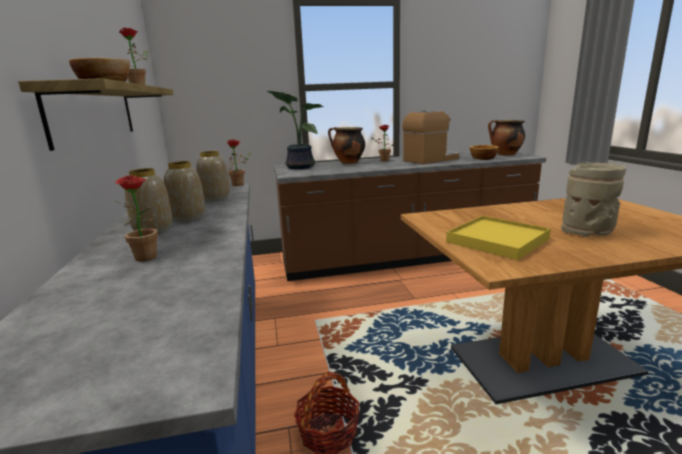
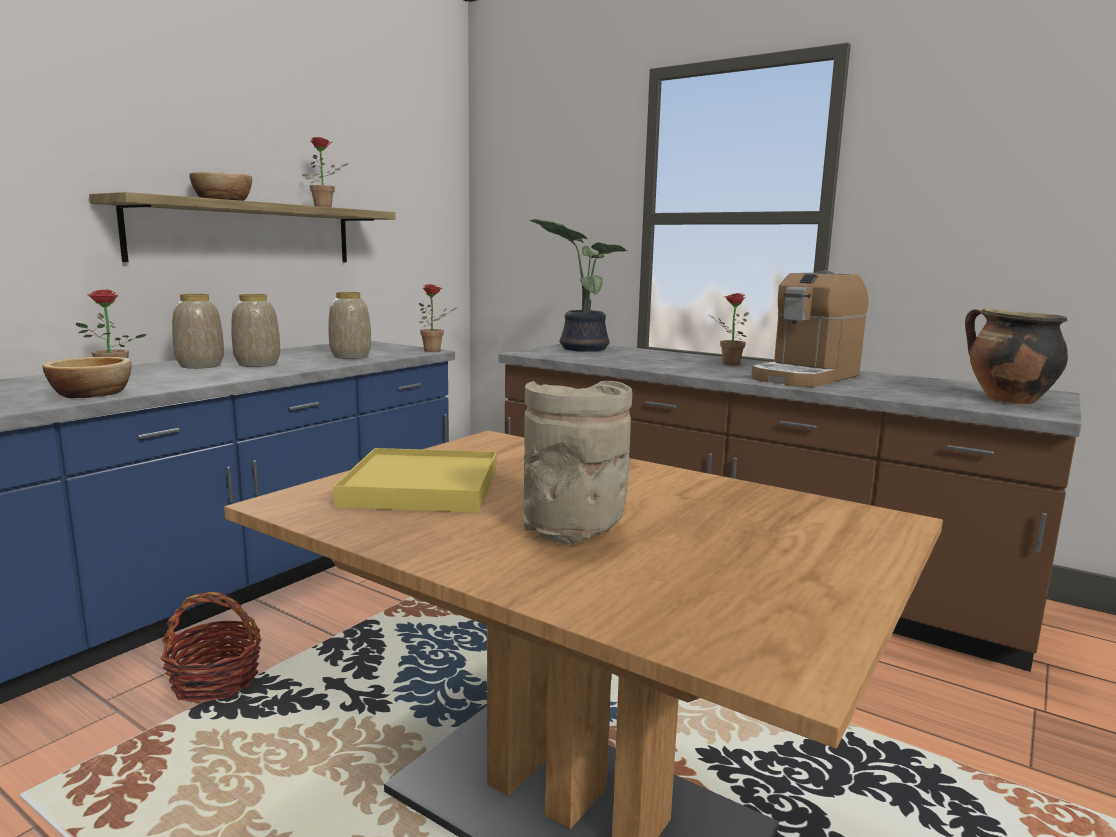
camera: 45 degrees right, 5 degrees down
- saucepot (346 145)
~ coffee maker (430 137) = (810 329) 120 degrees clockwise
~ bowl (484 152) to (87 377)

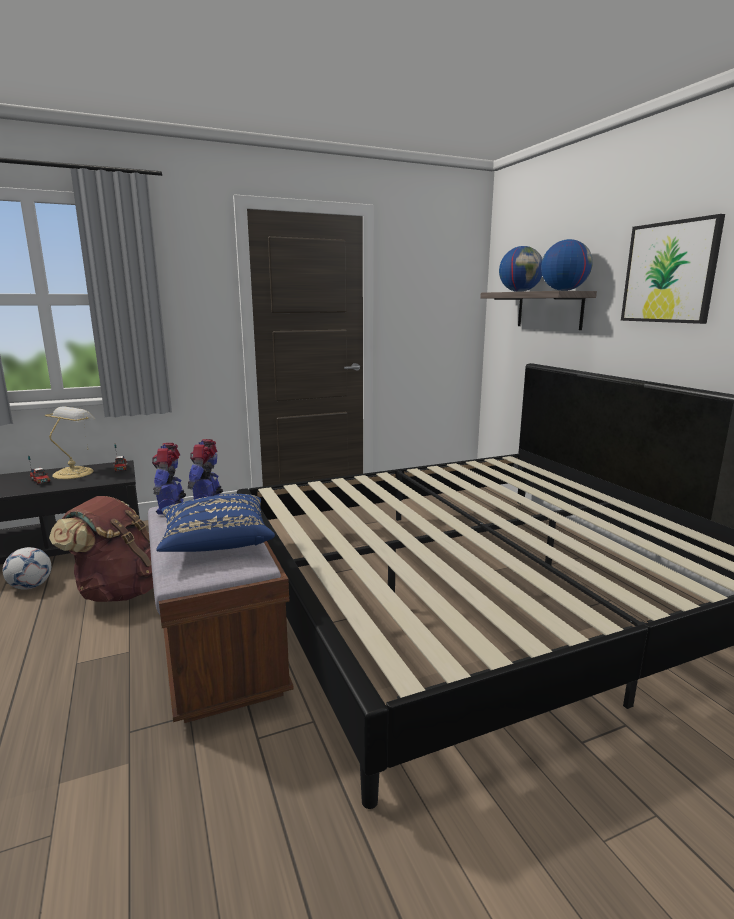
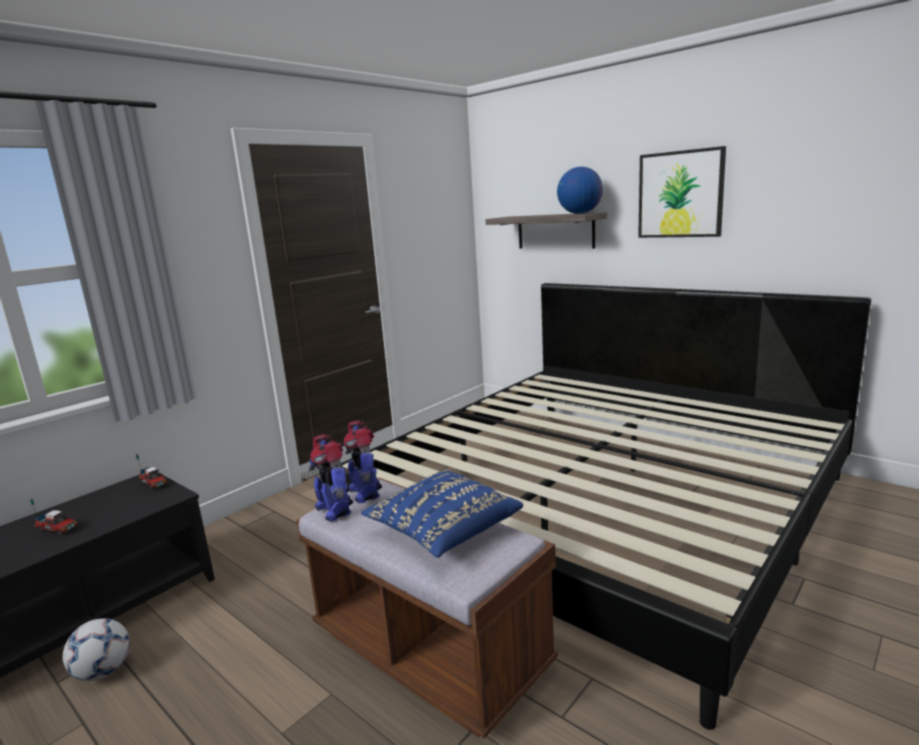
camera: 25 degrees left, 0 degrees up
- table lamp (70 442)
- rucksack in brownish (101 549)
- globe (521 269)

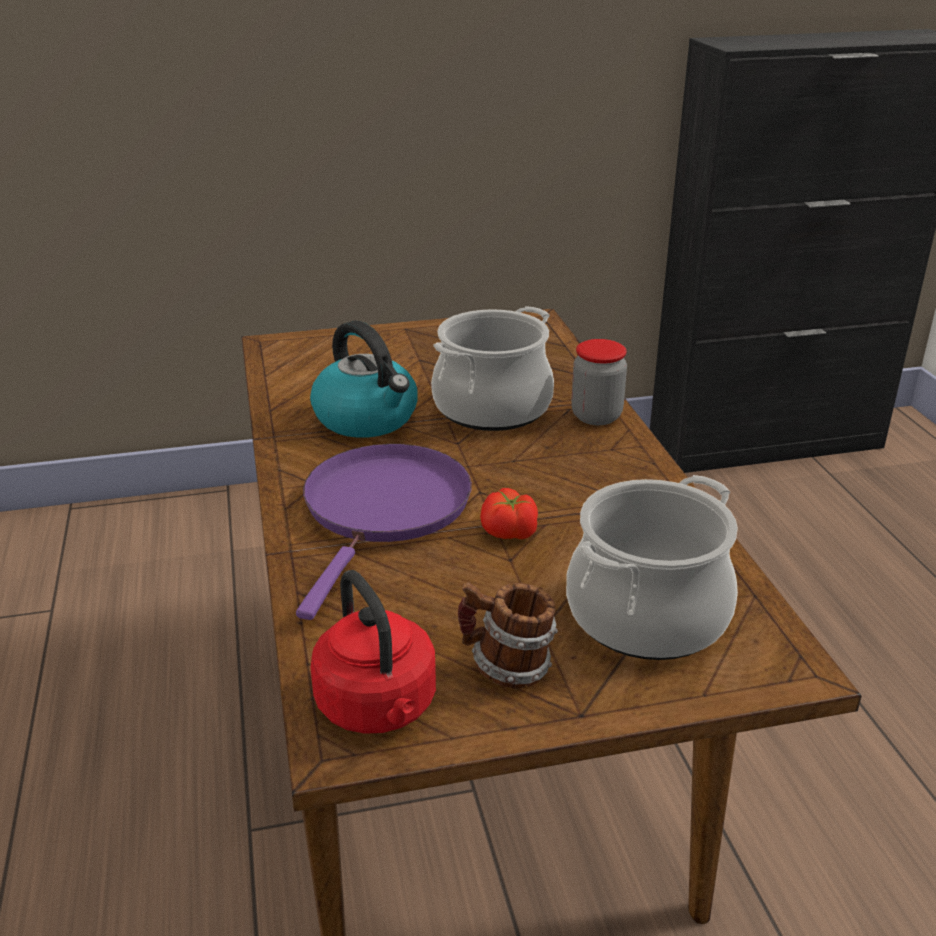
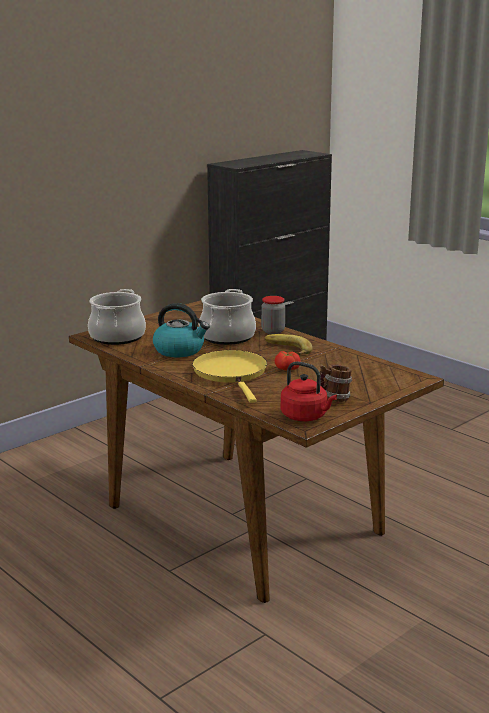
camera: 30 degrees left, 10 degrees down
~ pan in purple-coloured (384 532) to pan in yellow-coloured (229 376)
~ saucepot (652 567) to (117 317)
+ banana fruit (289 344)

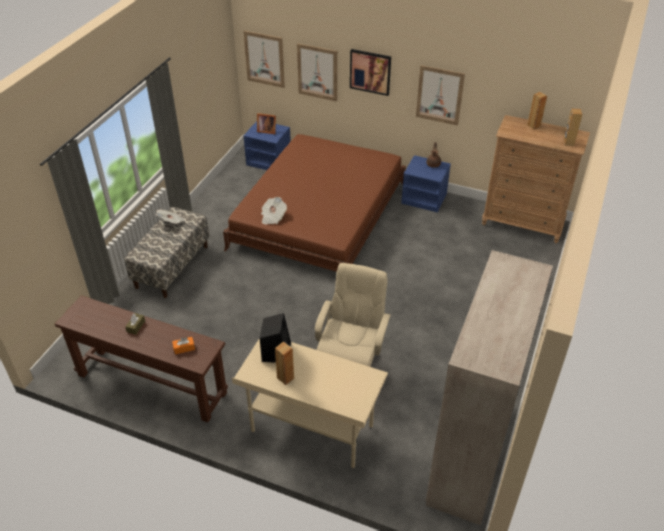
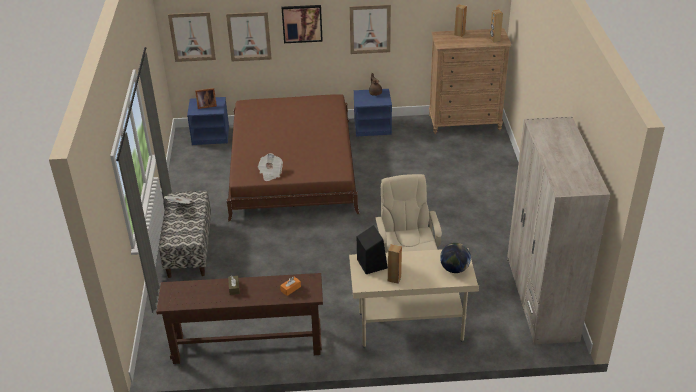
camera: 25 degrees left, 5 degrees down
+ globe (455 258)

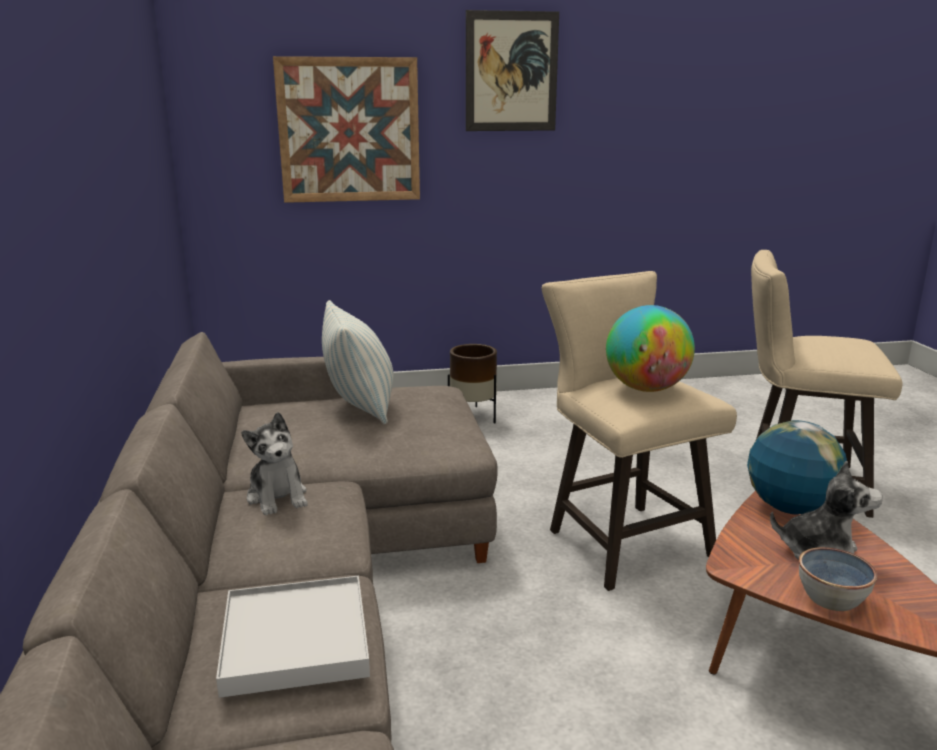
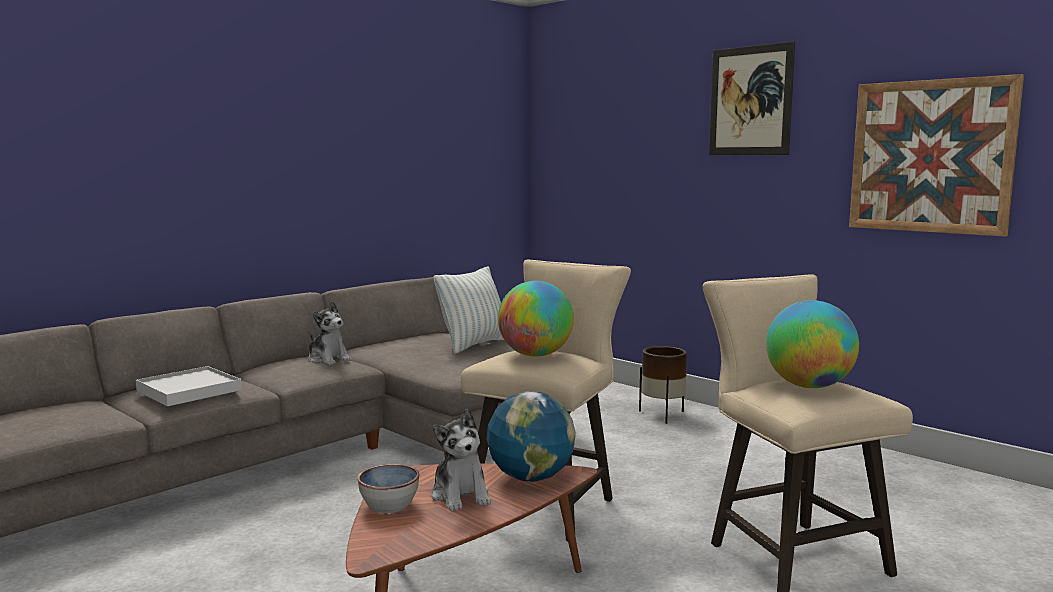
camera: 55 degrees right, 10 degrees down
~ soft toy (274 463) = (330 333) 75 degrees counterclockwise
~ picture (346 129) to (936 155)
+ globe (812 344)

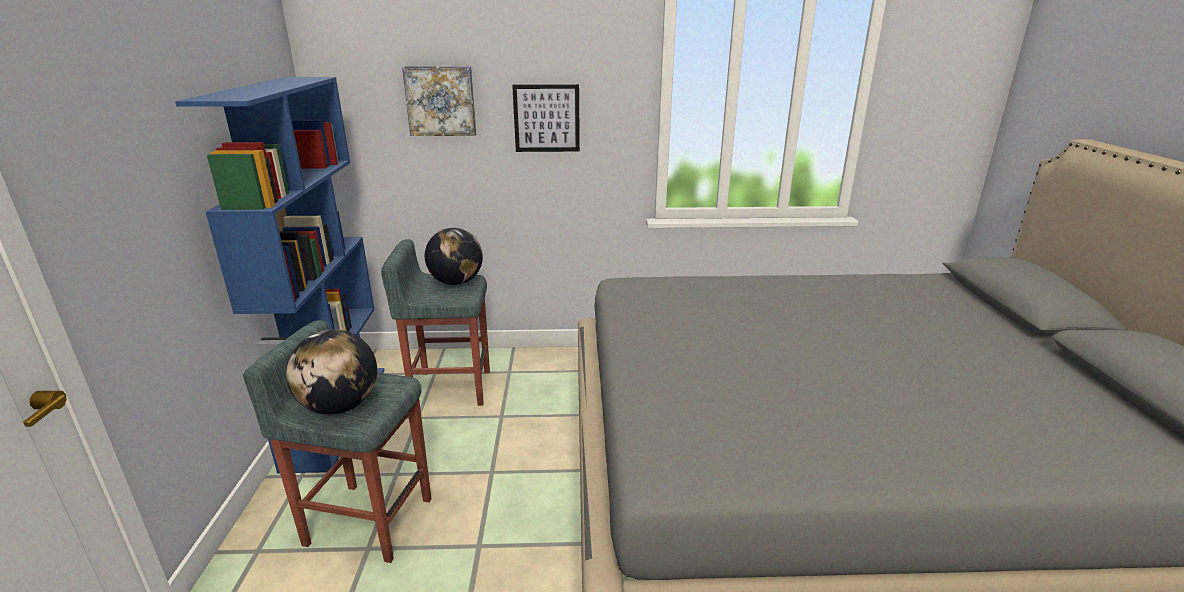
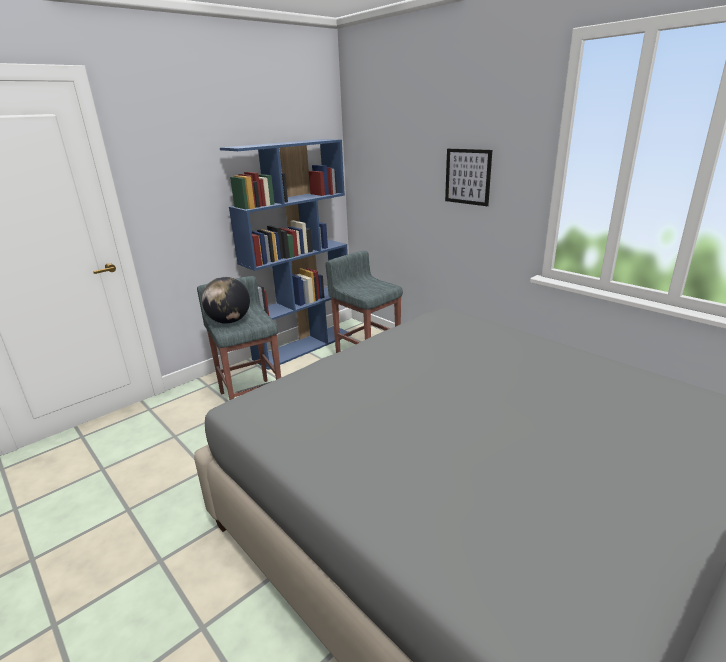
camera: 50 degrees right, 0 degrees up
- picture (439 101)
- globe (454 256)

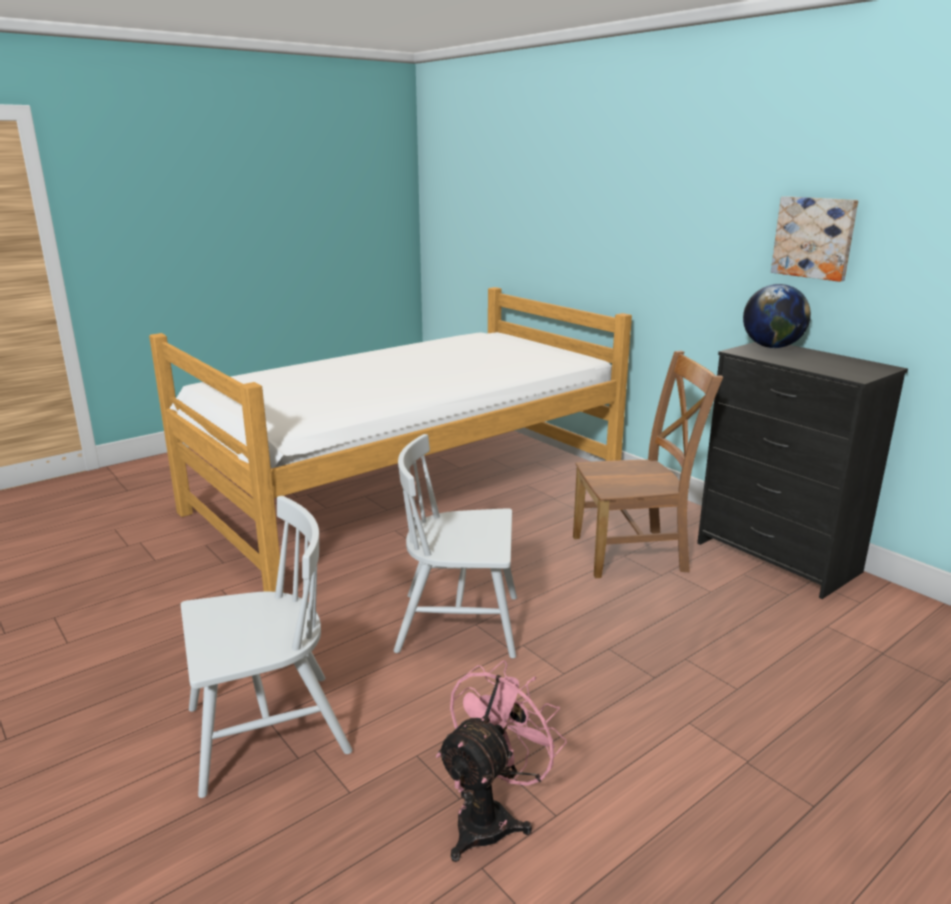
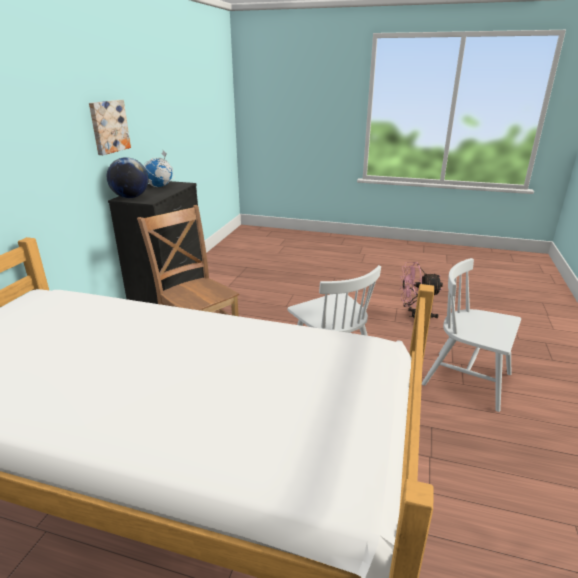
camera: 125 degrees left, 5 degrees up
+ globe (159 168)

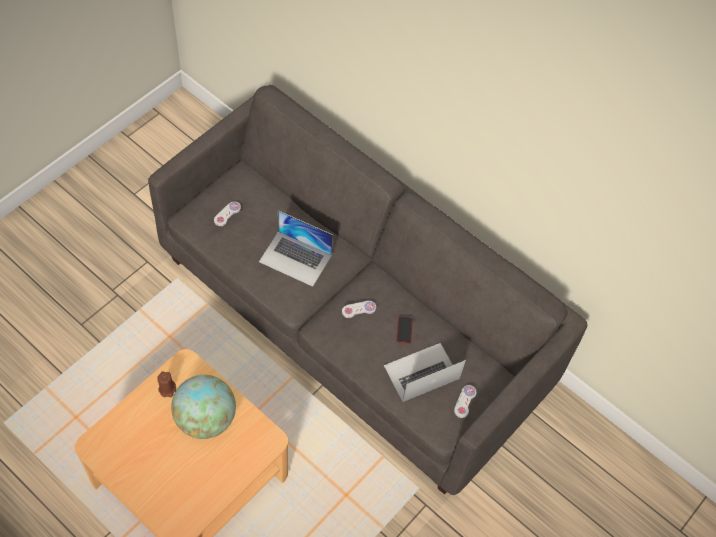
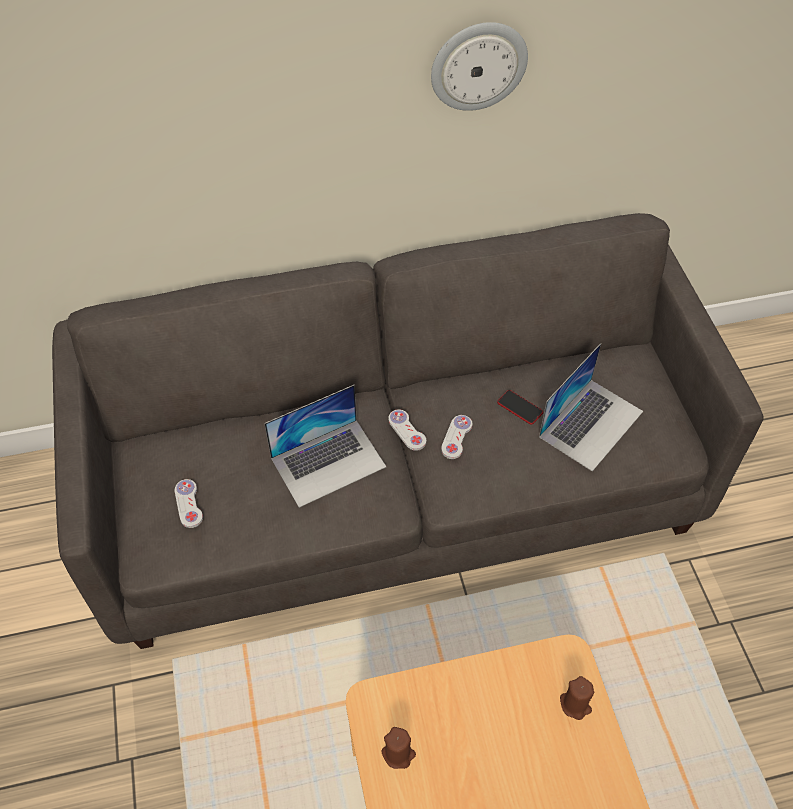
camera: 50 degrees left, 5 degrees down
- globe (203 407)
~ laptop (425 372) = (591 407) 150 degrees counterclockwise
~ game controller in white-coloured (465 401) to (407 430)
+ wall clock (479 66)
+ candle in brownish (577 698)

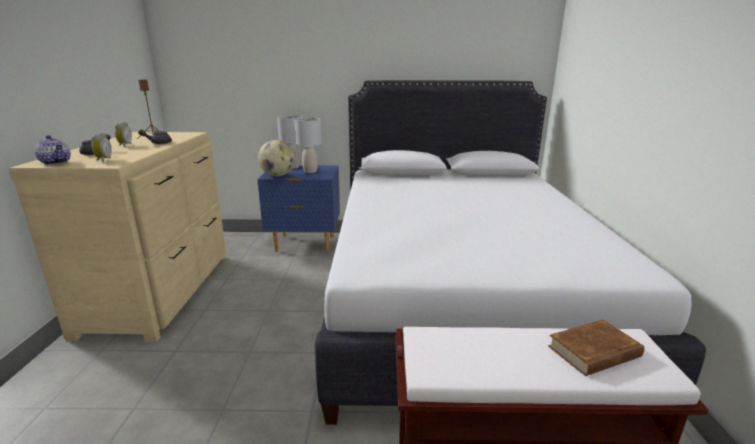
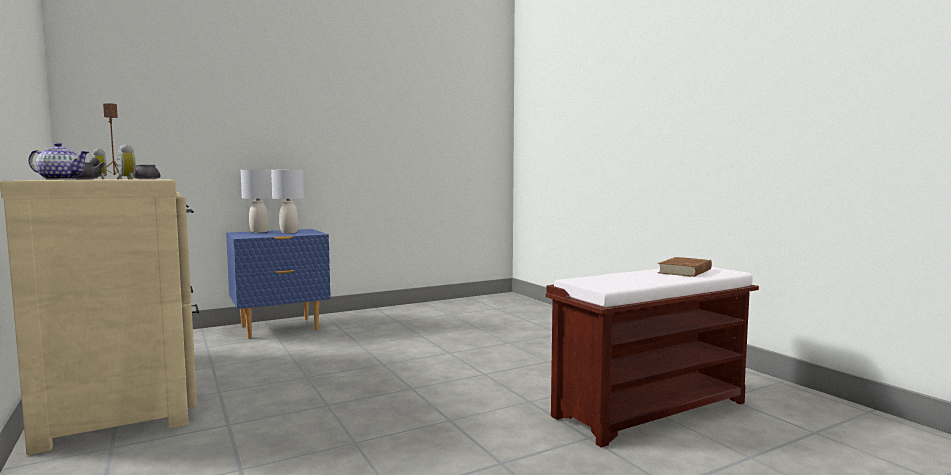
camera: 30 degrees left, 15 degrees down
- globe (276 158)
- sleeping bed in white-coloured (510 252)

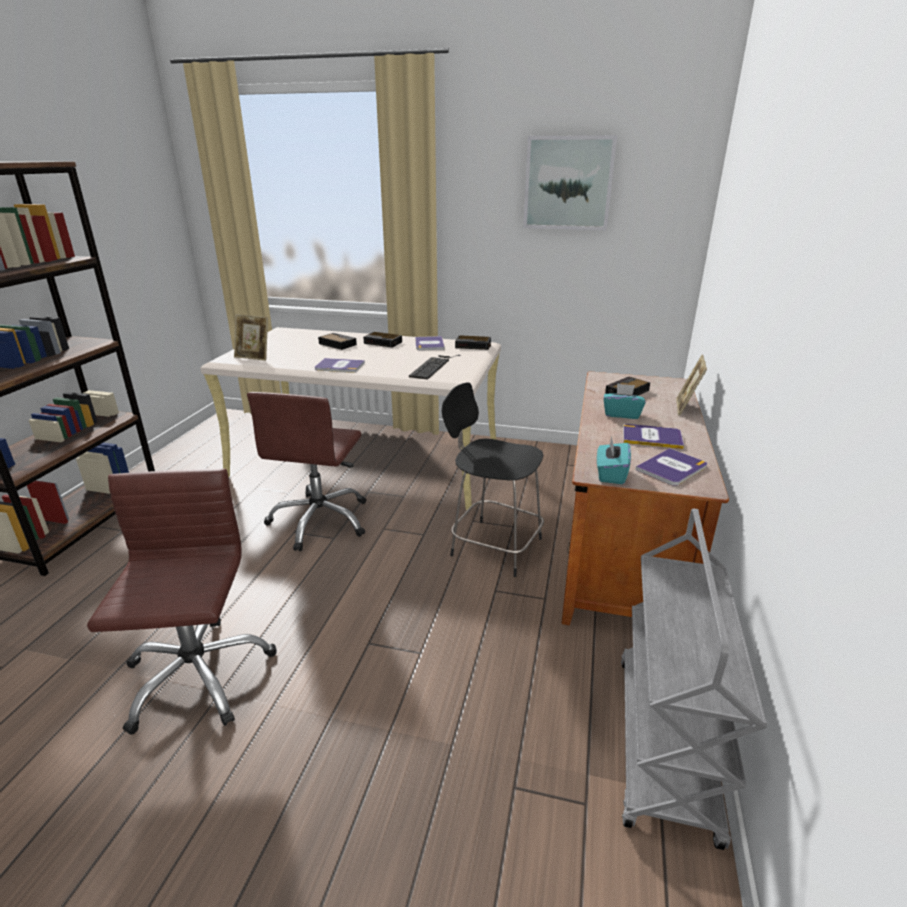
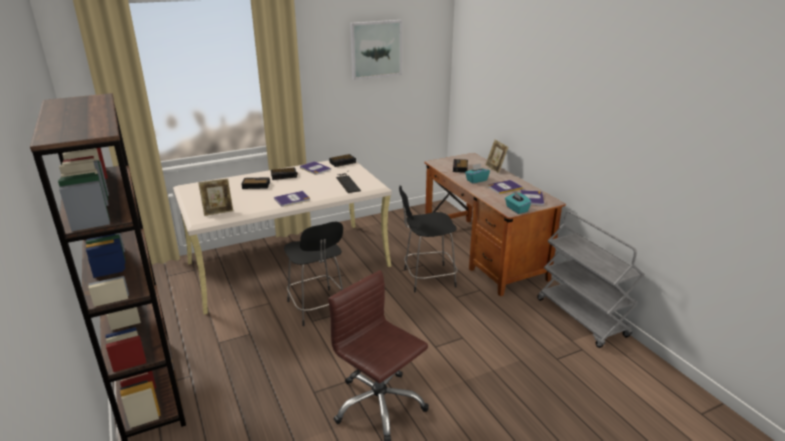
camera: 40 degrees left, 0 degrees up
~ office chair in brownish (306 471) to sitting stool in blackish (313 274)

